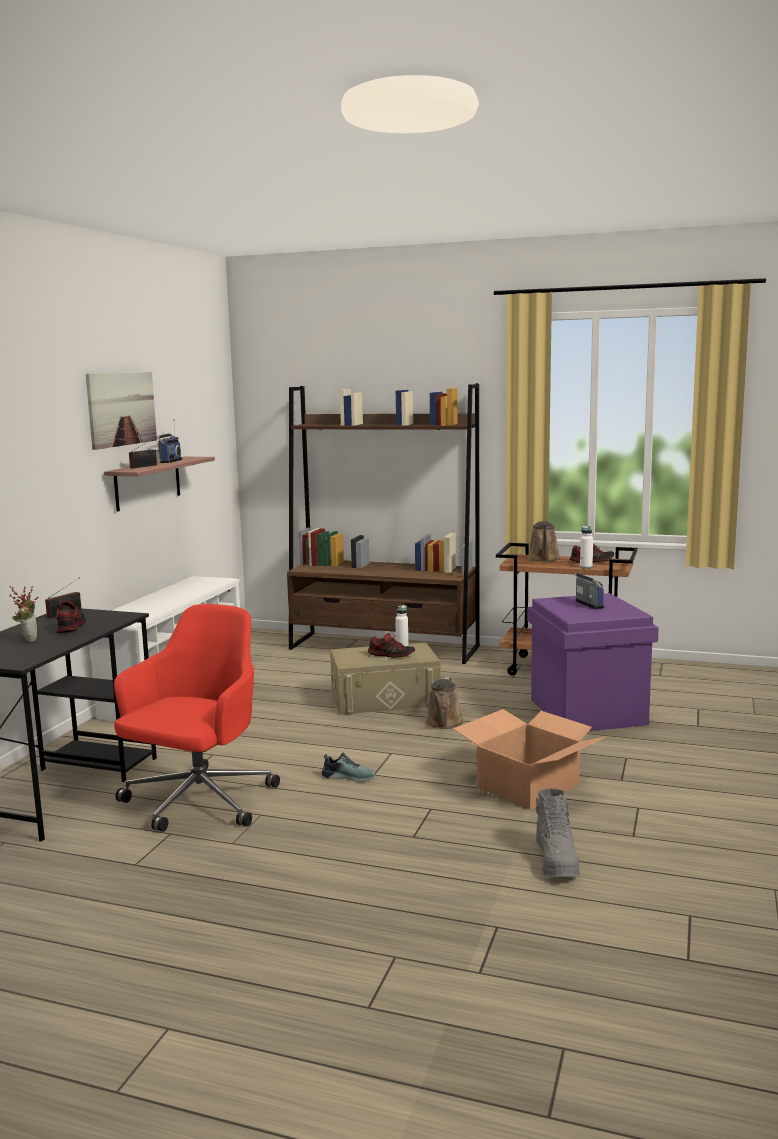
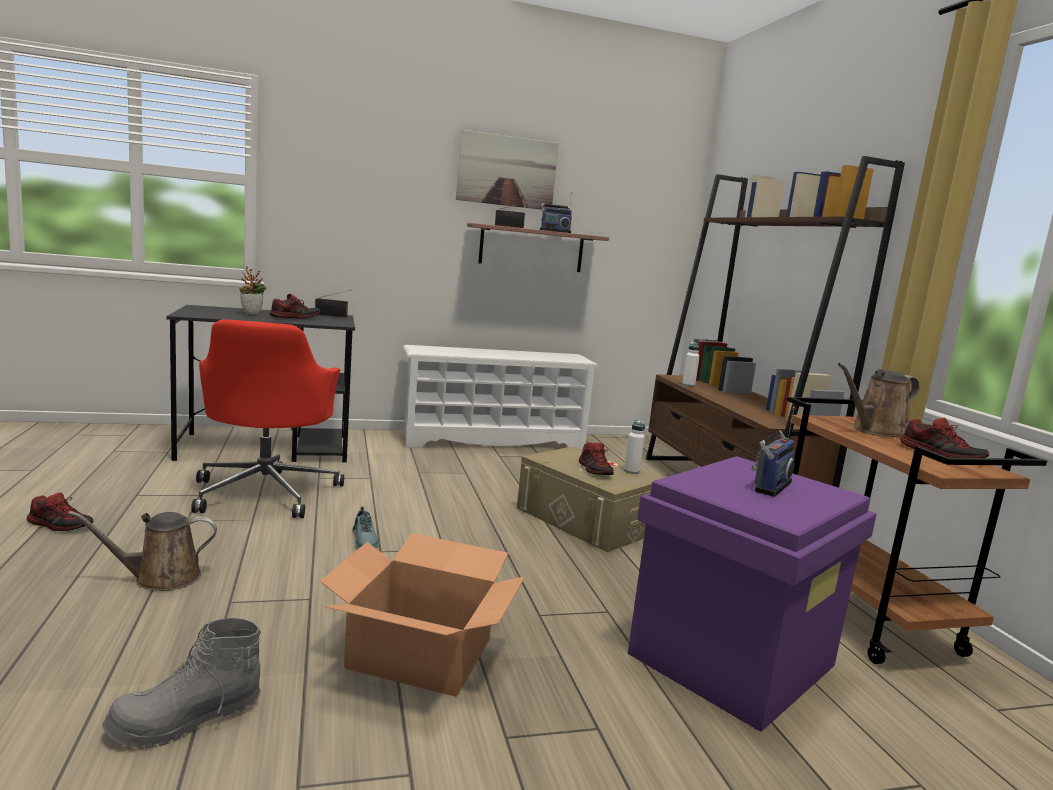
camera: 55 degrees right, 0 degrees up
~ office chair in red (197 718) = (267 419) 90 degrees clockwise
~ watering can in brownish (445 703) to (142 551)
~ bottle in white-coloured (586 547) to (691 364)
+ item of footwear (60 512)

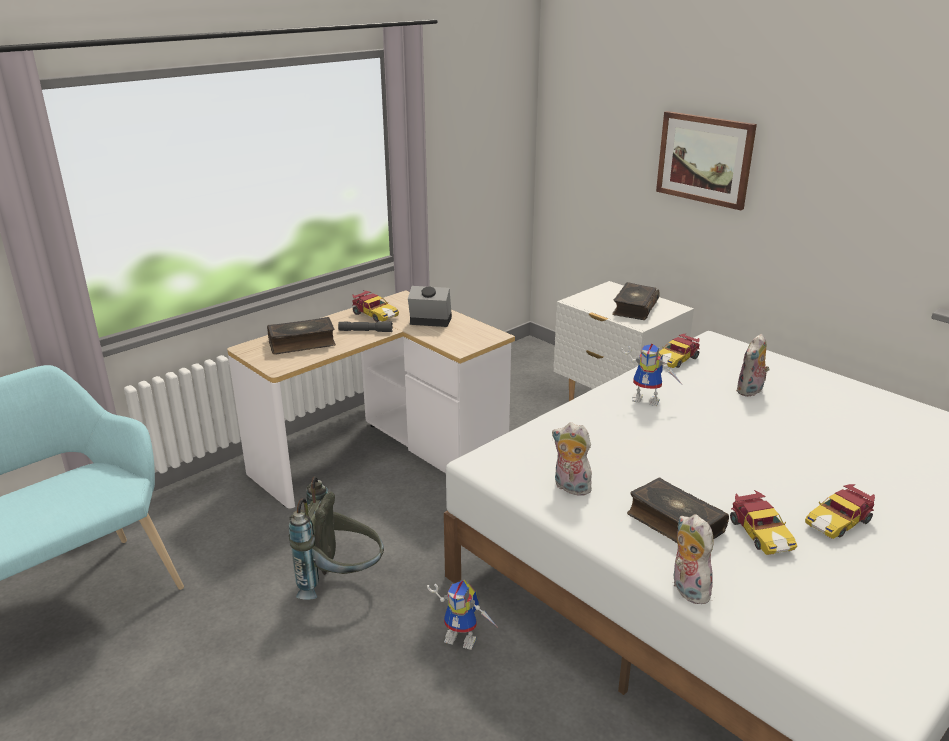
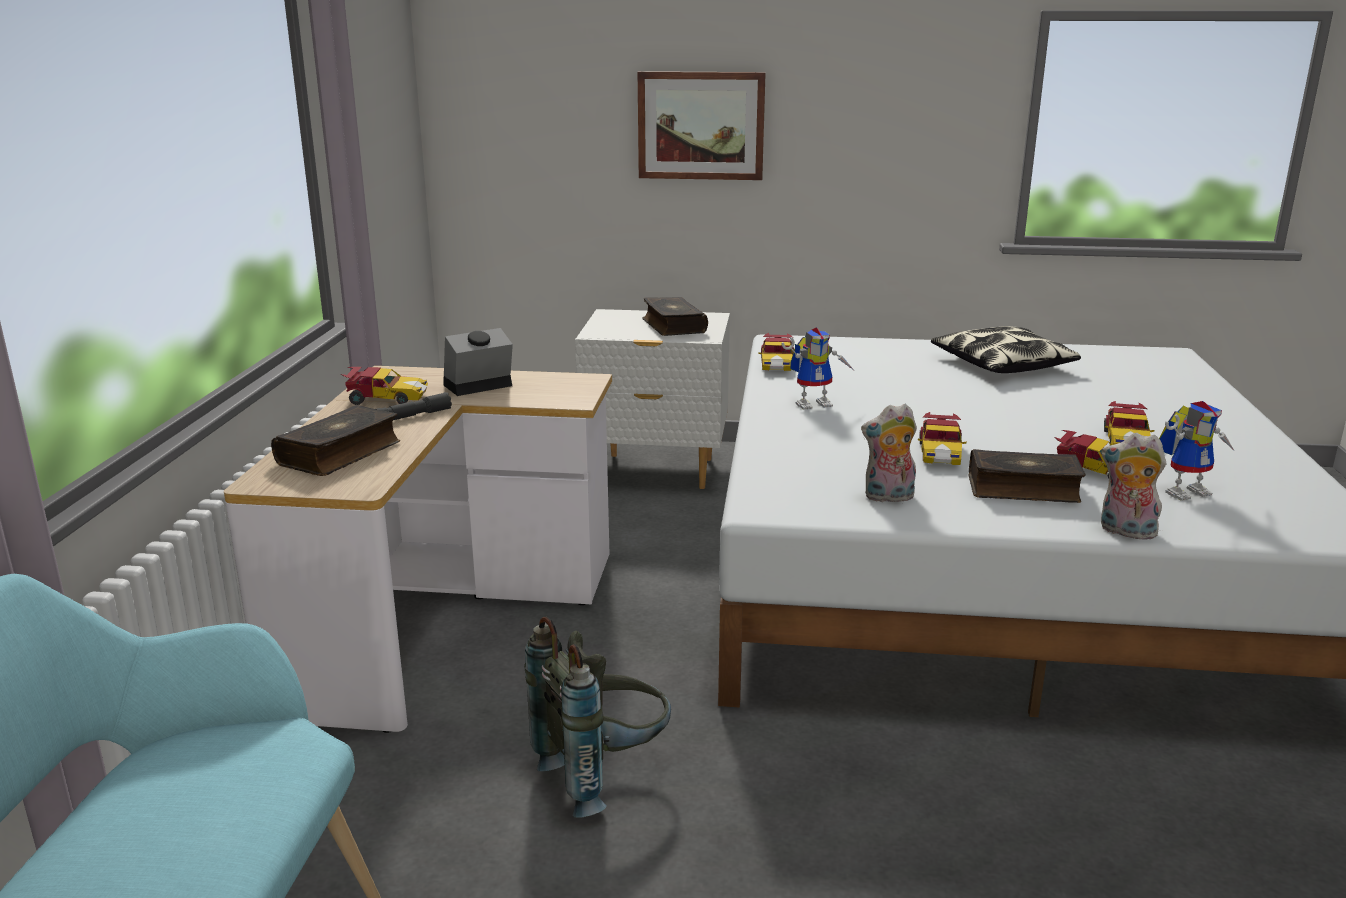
camera: 40 degrees left, 5 degrees down
~ toy robot (462 615) to (1196 451)
- soft toy (752 365)
+ miniature car (942 438)
+ cushion (1006 349)

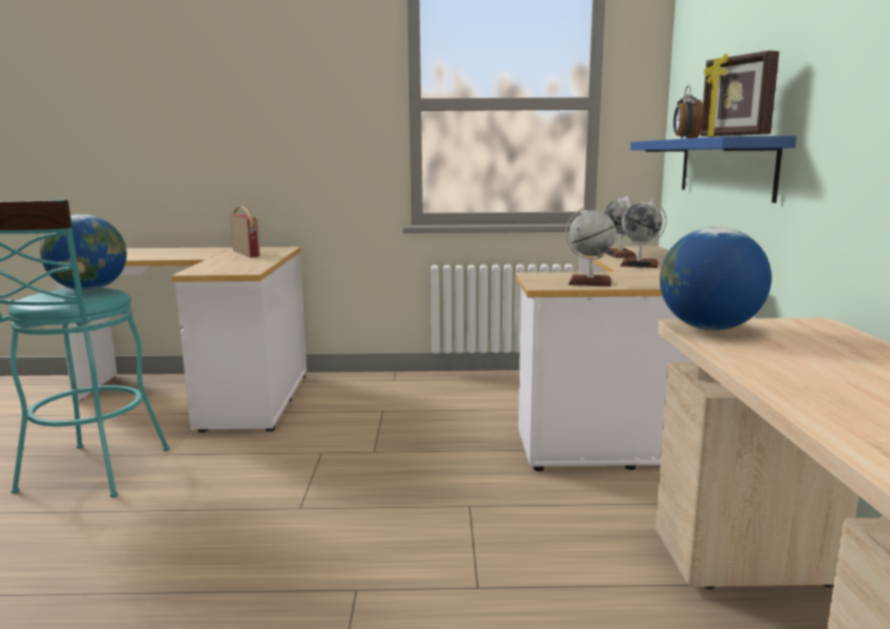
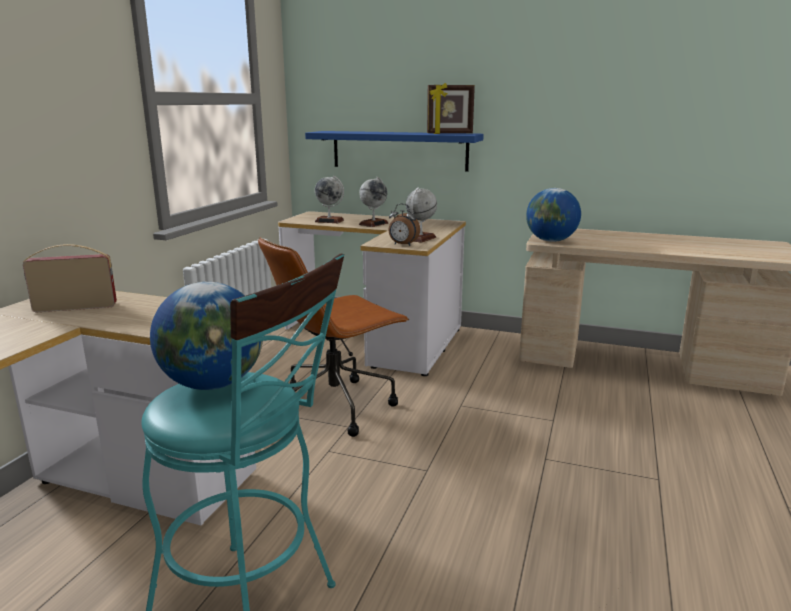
camera: 70 degrees left, 5 degrees up
~ alarm clock (688 112) to (404 225)
+ office chair in brownish (333 337)

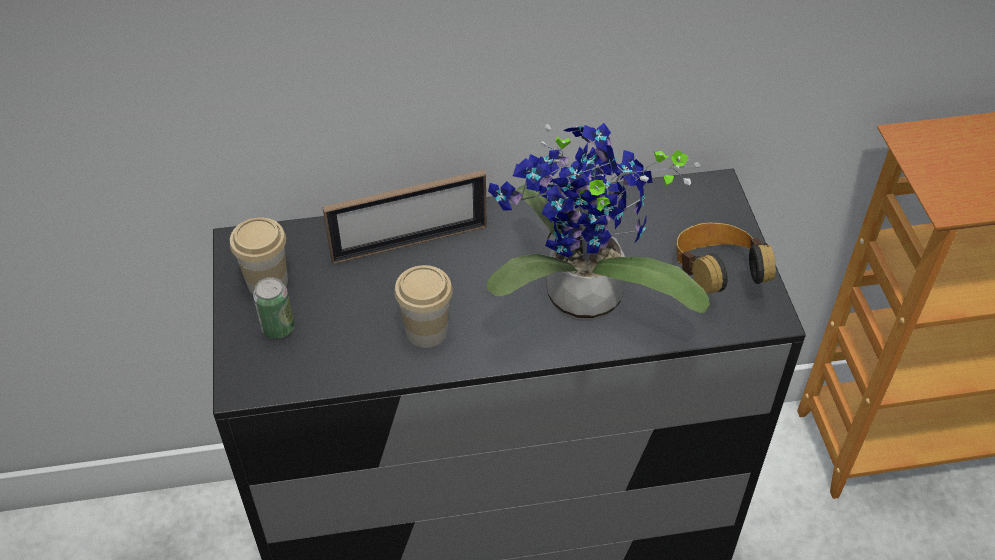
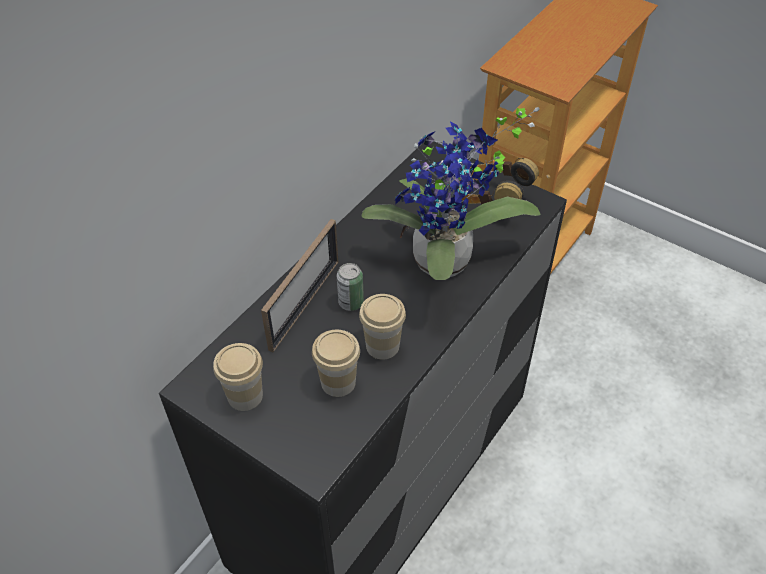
camera: 45 degrees left, 0 degrees up
~ can (273 308) to (350 287)
+ drinking cup (336 363)

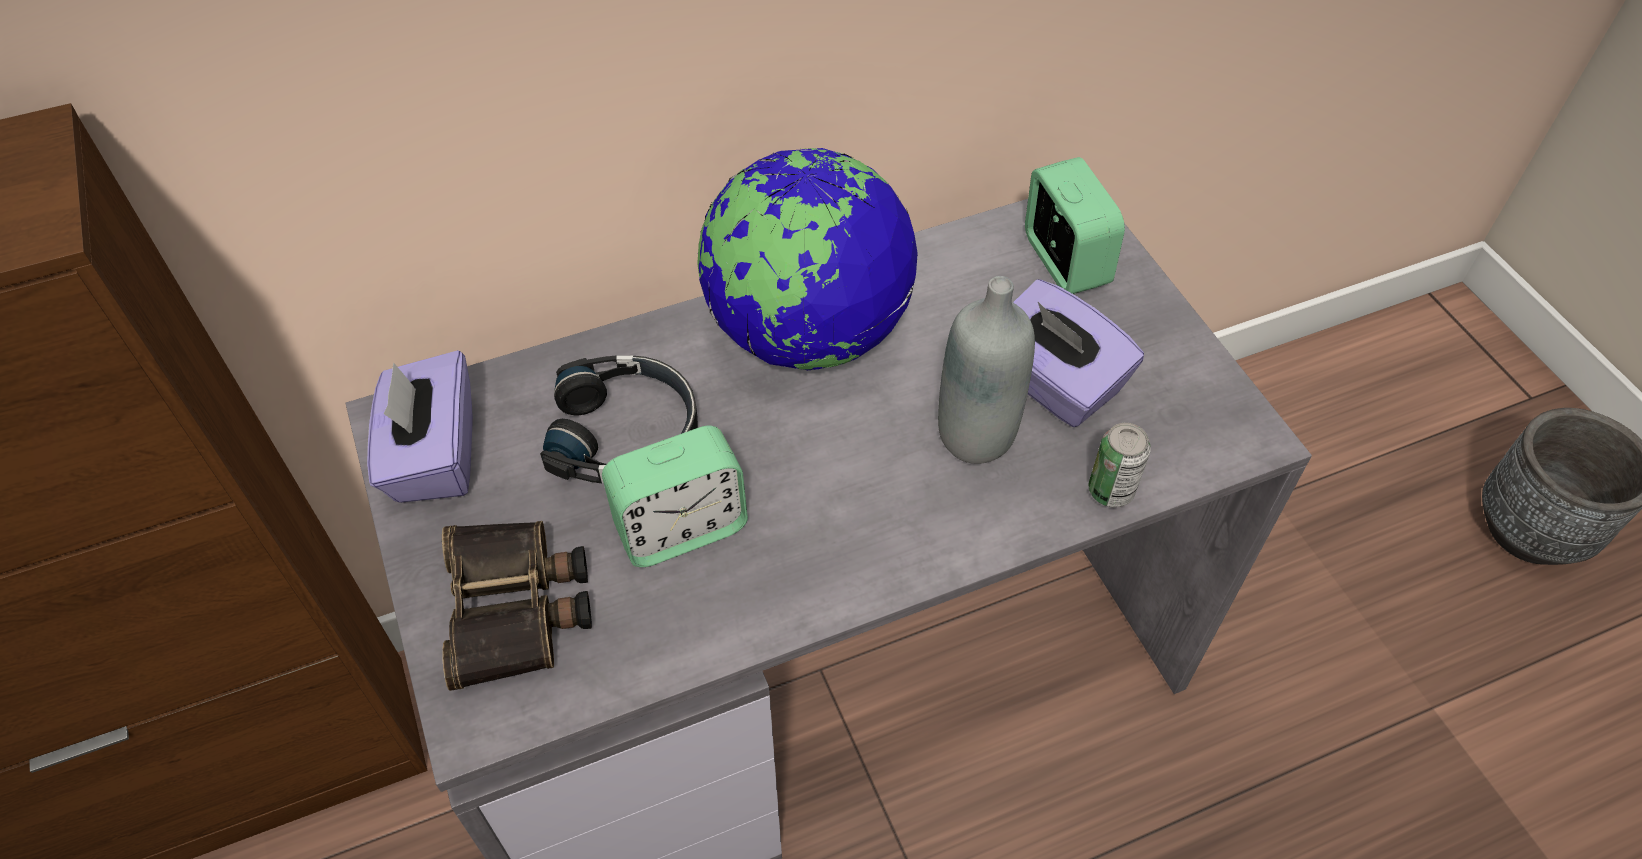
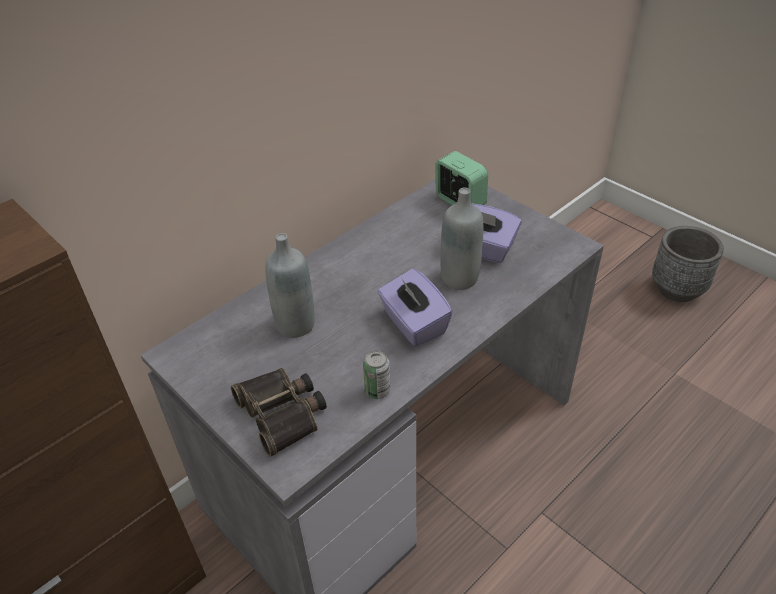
camera: 20 degrees left, 10 degrees down
~ box of tissues in purple-coloured (420 426) to (415 307)
~ headphones in blackish (619 419) to bottle in grey (290 285)
- alarm clock (675 496)
- globe (807 259)
~ can (1119 465) to (377 375)

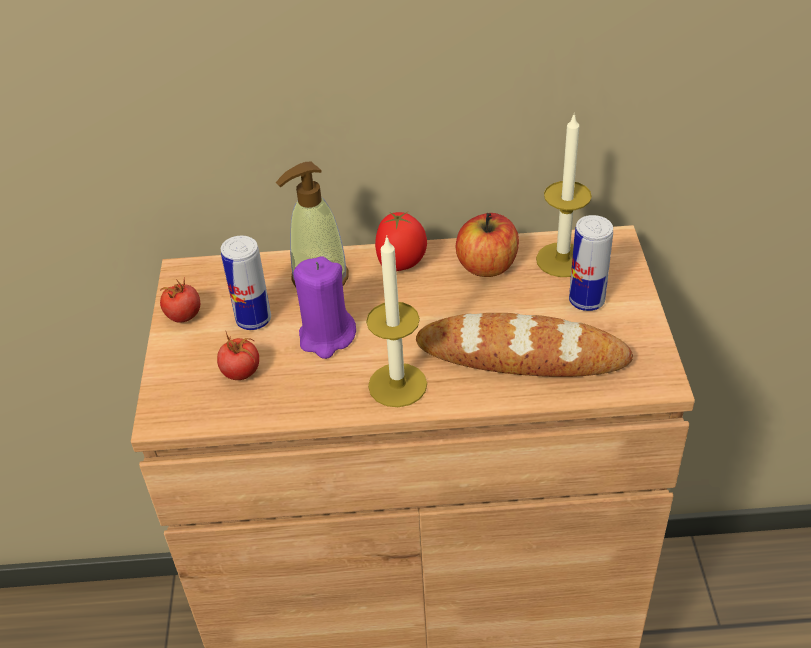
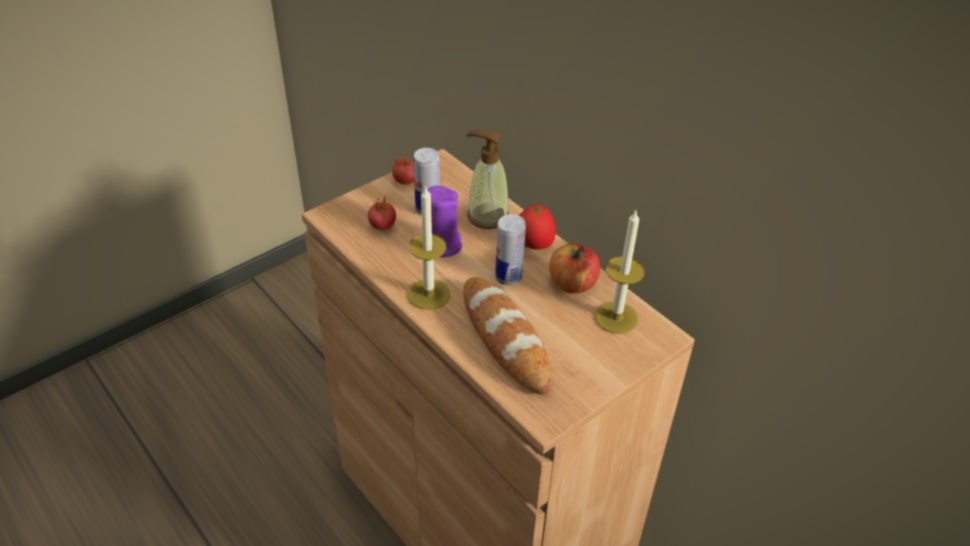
camera: 50 degrees right, 0 degrees up
~ can (591 263) to (510 249)

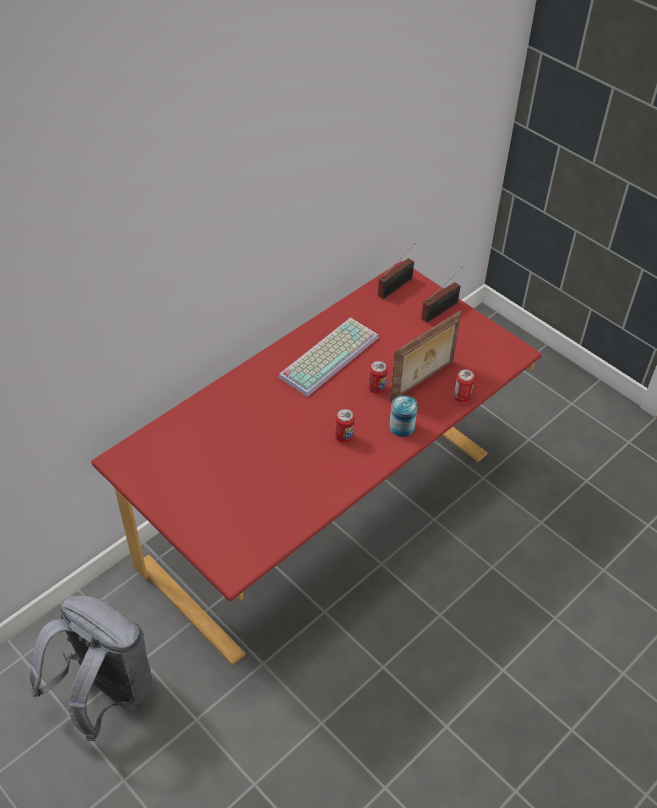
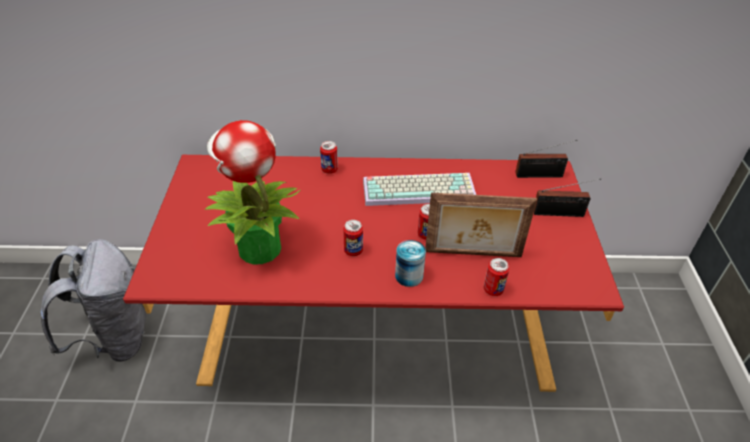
camera: 45 degrees right, 5 degrees down
+ potted plant (252 192)
+ can (329 157)

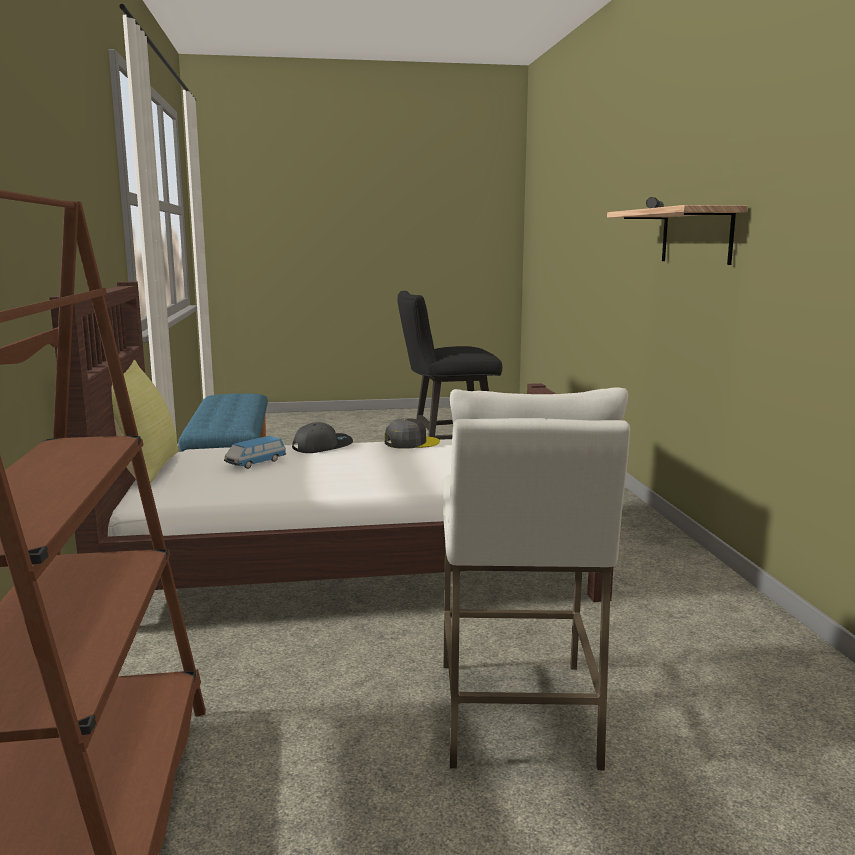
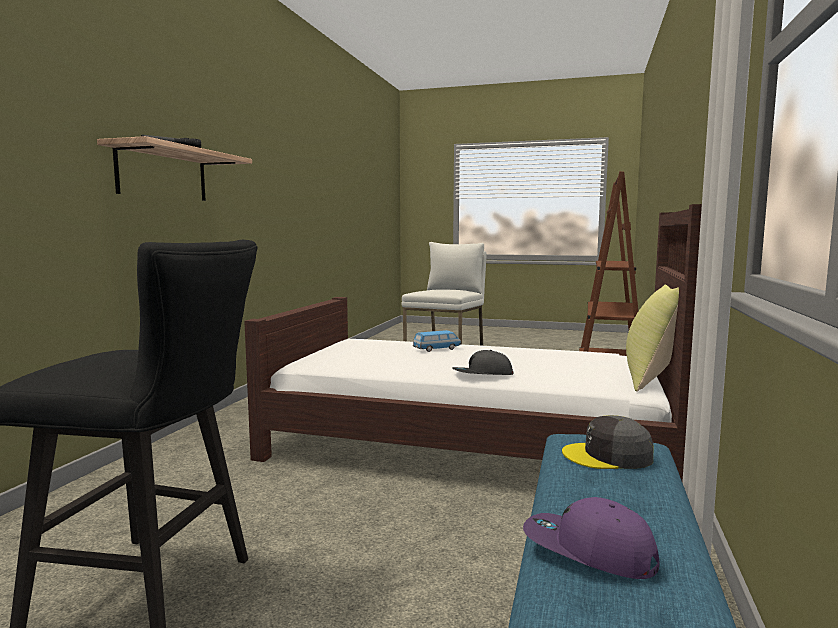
camera: 155 degrees left, 5 degrees down
~ miniature car (255 452) to (437 341)
~ peaked cap in grey (412 433) to (608 442)
+ peaked cap in purple-coloured (591 538)

